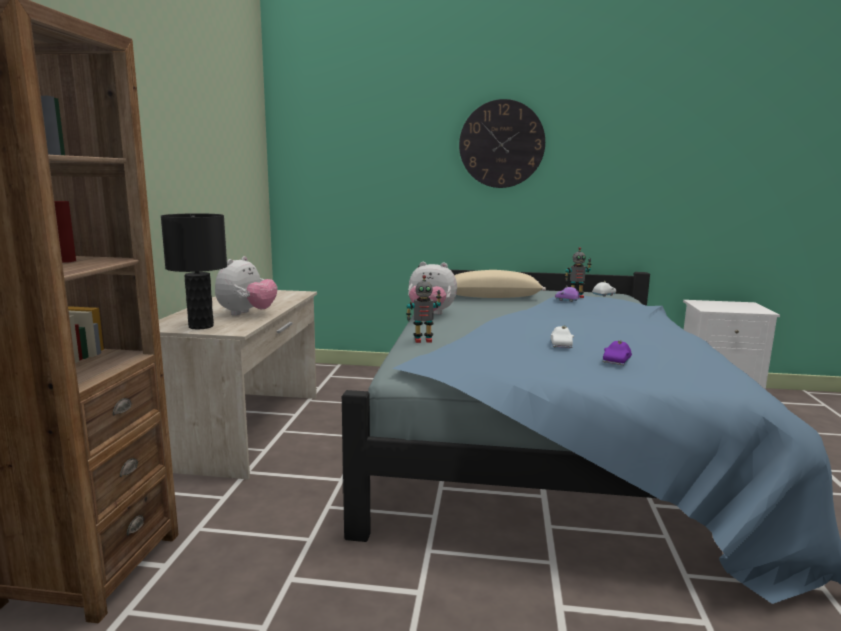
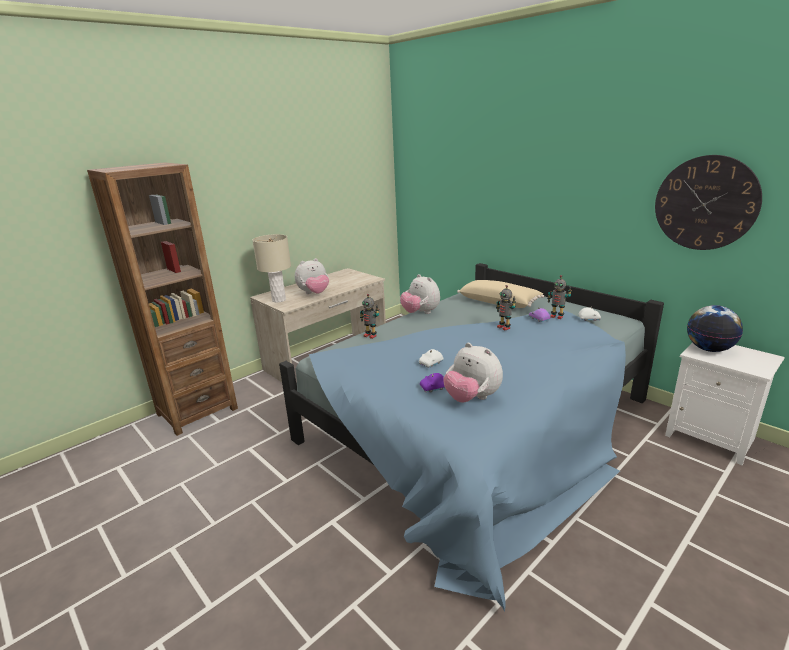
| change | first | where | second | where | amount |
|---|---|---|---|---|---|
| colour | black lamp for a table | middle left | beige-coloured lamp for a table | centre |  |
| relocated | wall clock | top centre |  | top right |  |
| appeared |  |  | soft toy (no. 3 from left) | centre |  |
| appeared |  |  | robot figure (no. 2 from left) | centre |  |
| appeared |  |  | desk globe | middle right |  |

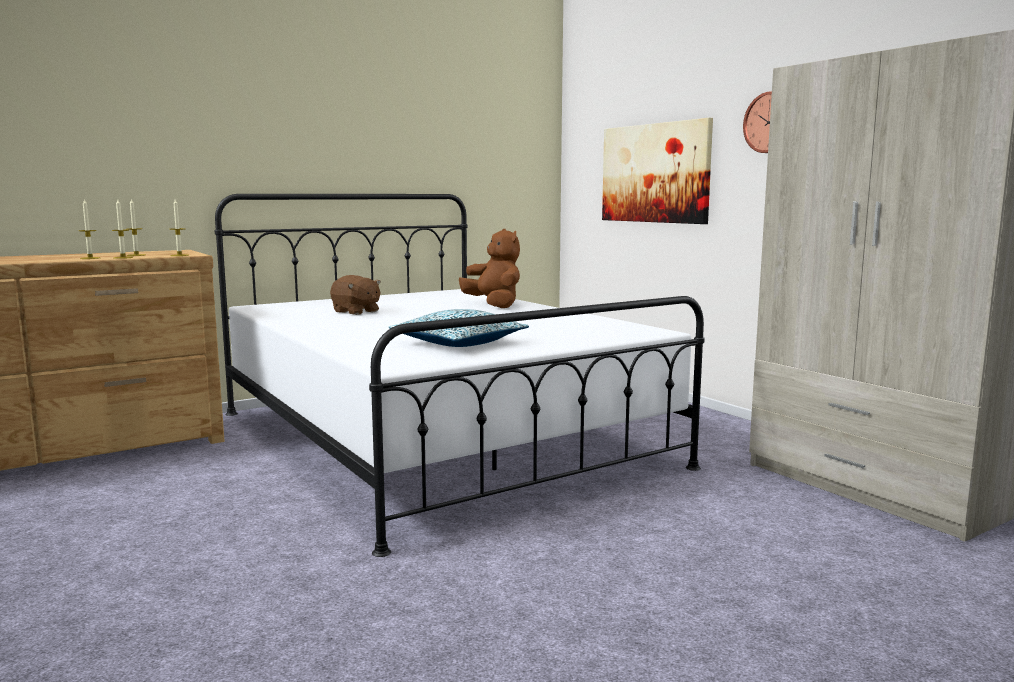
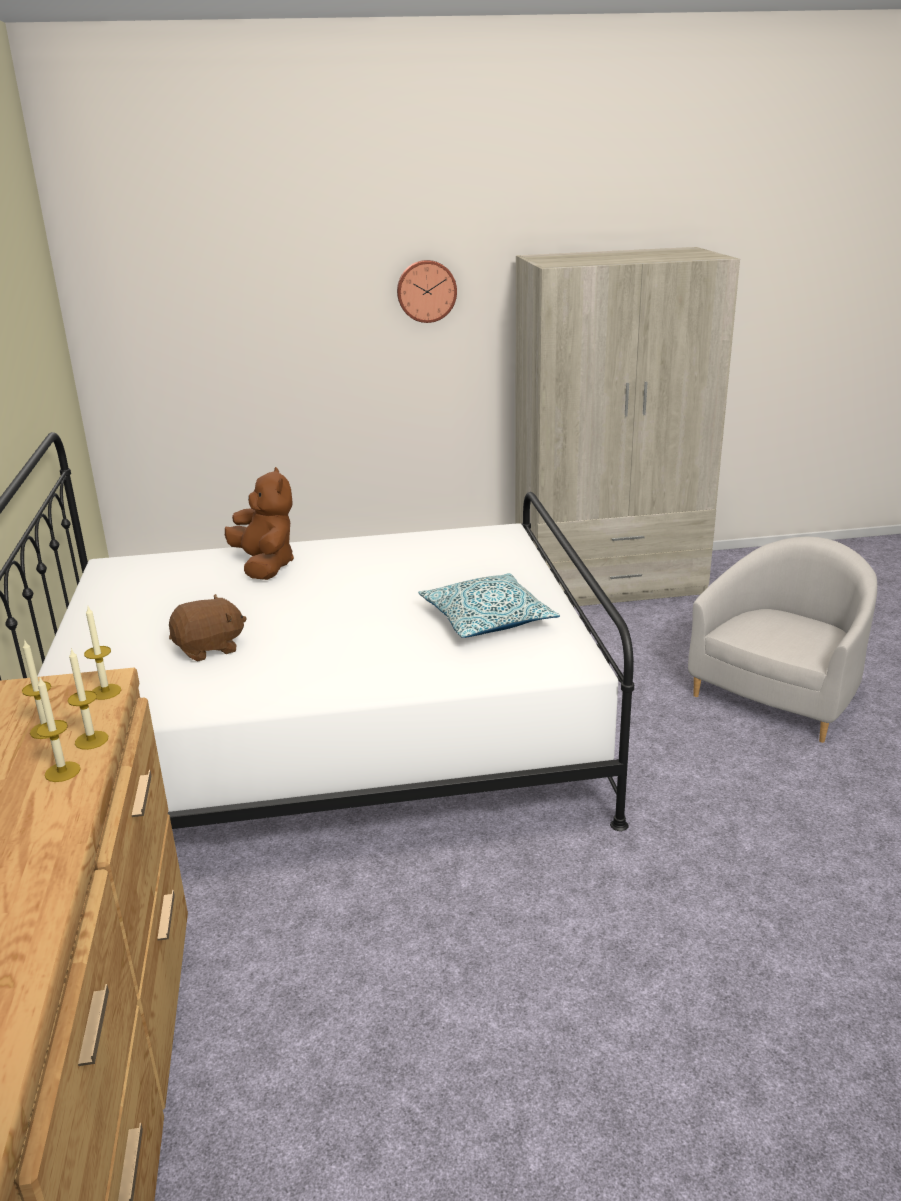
| change | first | where | second | where | amount |
|---|---|---|---|---|---|
| spun | brown-coloured soft toy (no. 2 from left) | centre |  | middle left | 75 degrees clockwise |
| missing | picture | top centre |  |  |  |
| appeared |  |  | white-coloured easy chair | middle right |  |

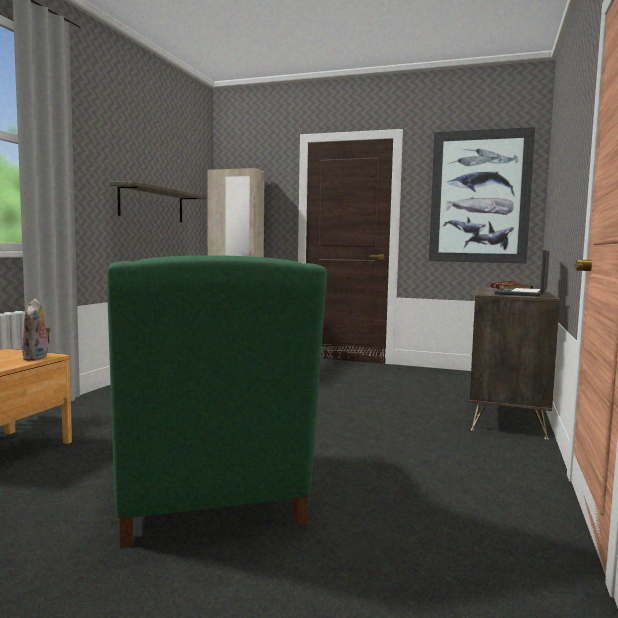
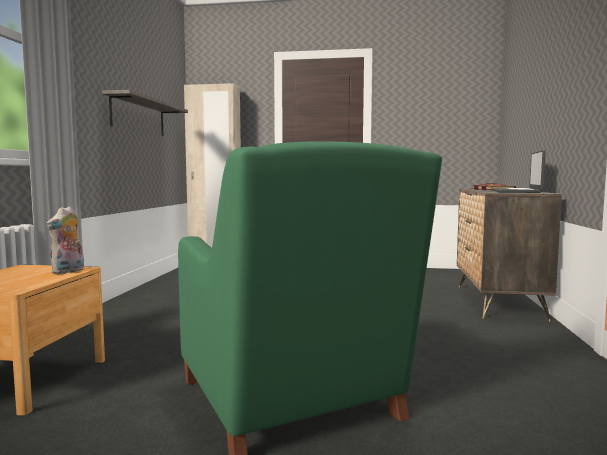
| change | first | where | second | where | amount |
|---|---|---|---|---|---|
| spun | soft toy | middle left |  | middle left | 45 degrees clockwise |
| missing | picture | top right |  |  |  |

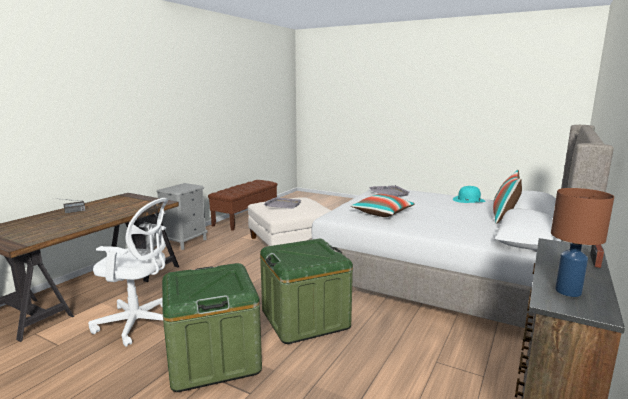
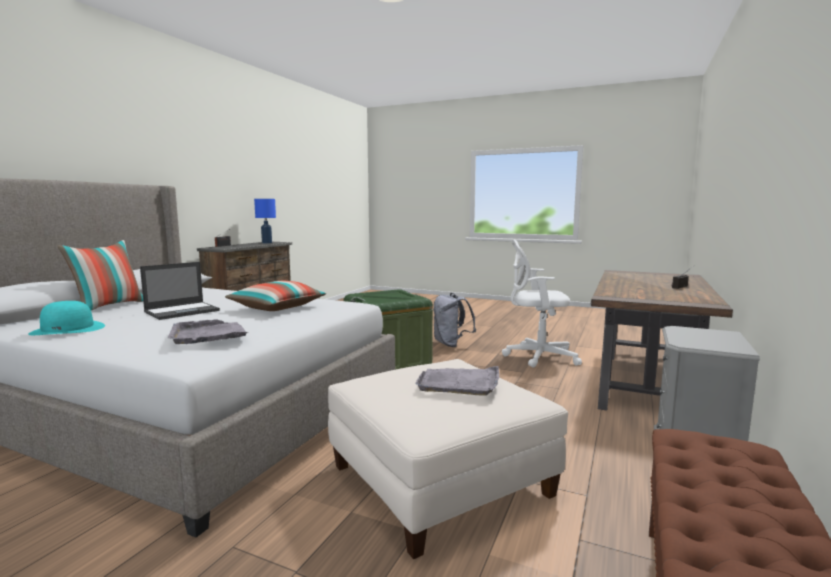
| change | first | where | second | where | amount |
|---|---|---|---|---|---|
| exchanged | greenish storage box (no. 1 from left) | bottom centre | greyish knapsack | centre |  |
| colour | brown-coloured lamp for a table | middle right | blue-coloured lamp for a table | middle left |  |
| appeared |  |  | portable computer | middle left |  |

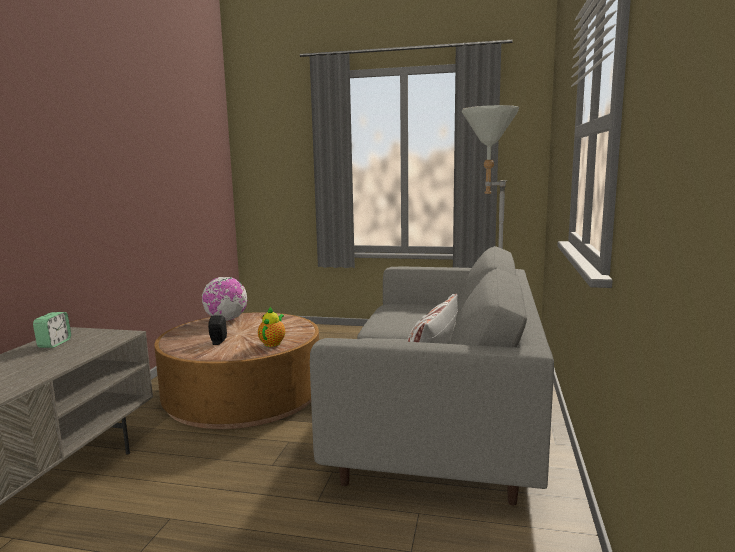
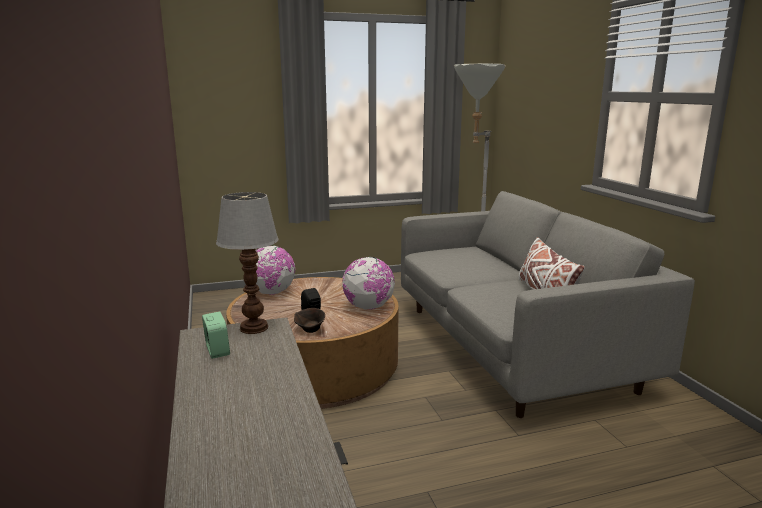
| change | first | where | second | where | amount |
|---|---|---|---|---|---|
| exchanged | teapot | centre | desk globe (no. 2 from left) | centre |  |
| appeared |  |  | lamp for a table | middle left |  |
| appeared |  |  | brown-coloured serving bowl | centre |  |

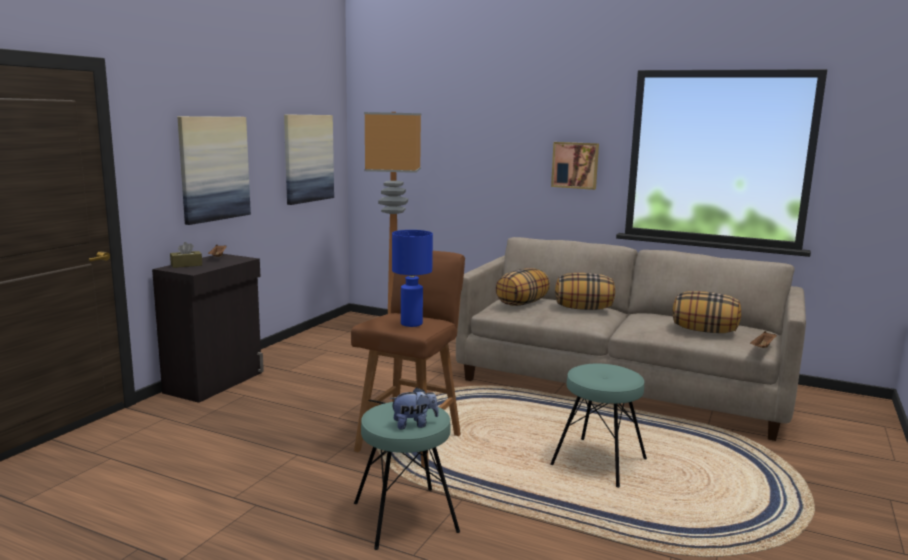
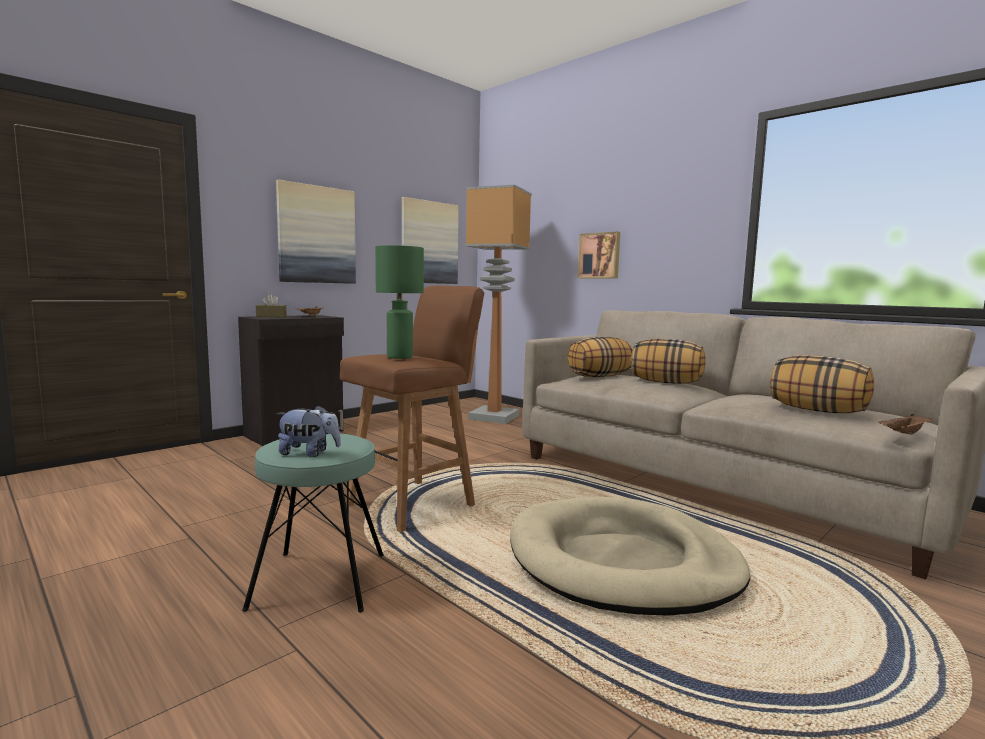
| change | first | where | second | where | amount |
|---|---|---|---|---|---|
| colour | blue-coloured lamp for a table | centre | greenish lamp for a table | centre |  |
| exchanged | blue-green stool seat (no. 2 from left) | bottom centre | beige-coloured dog bed | bottom centre |  |
| relocated | picture (no. 3 from left) | top centre |  | centre |  |

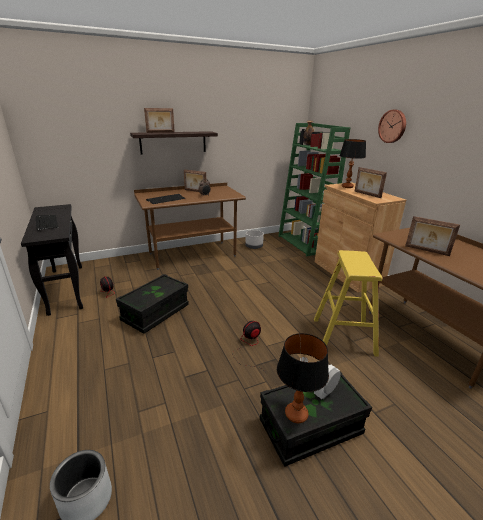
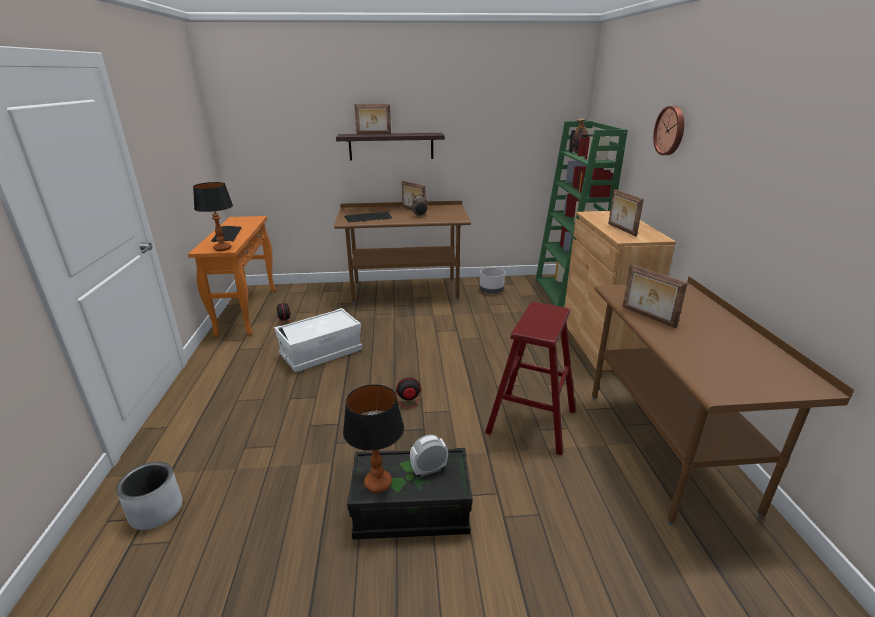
| change | first | where | second | where | amount |
|---|---|---|---|---|---|
| colour | black narrow table | middle left | orange-coloured narrow table | middle left |  |
| colour | black storage box (no. 1 from left) | middle left | white-coloured storage box | centre |  |
| colour | yellow-coloured stool seat | middle right | red stool seat | centre |  |
| relocated | lamp for a table (no. 2 from left in the first image) | top right | lamp for a table (no. 1 from left) | middle left |  |

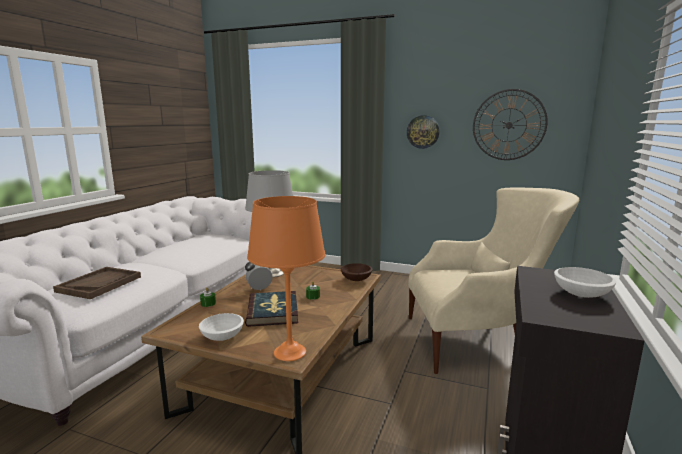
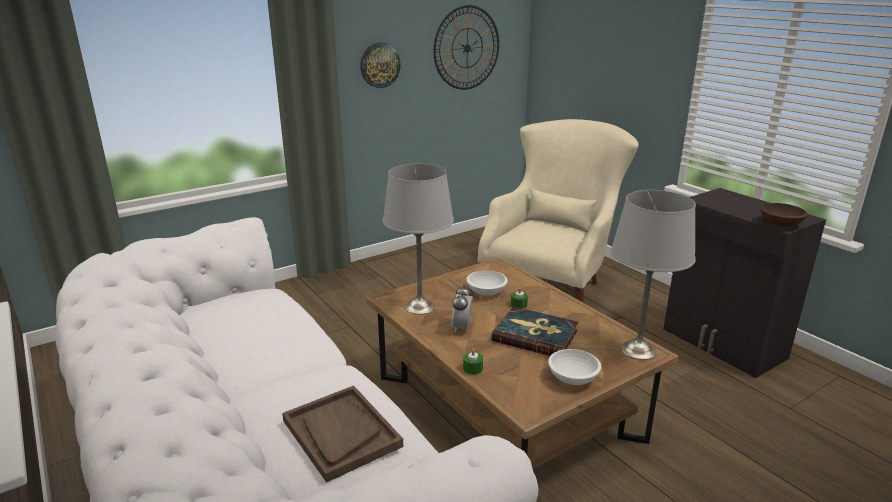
| change | first | where | second | where | amount |
|---|---|---|---|---|---|
| colour | orange-coloured lamp for a table | centre | greyish lamp for a table (no. 2 from left) | middle right |  |
| relocated | brown-coloured serving bowl | centre |  | middle right |  |
| relocated | white-coloured serving bowl (no. 2 from left in the first image) | middle right | white-coloured serving bowl (no. 1 from left) | centre |  |

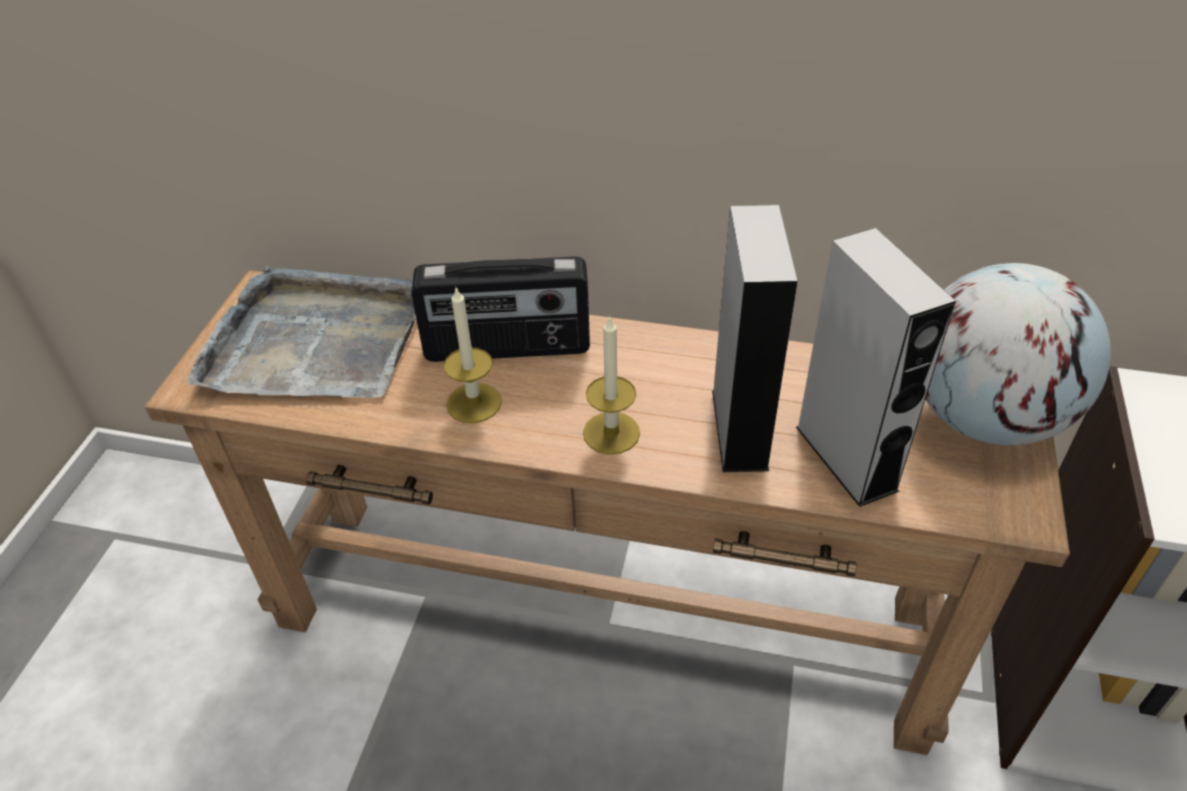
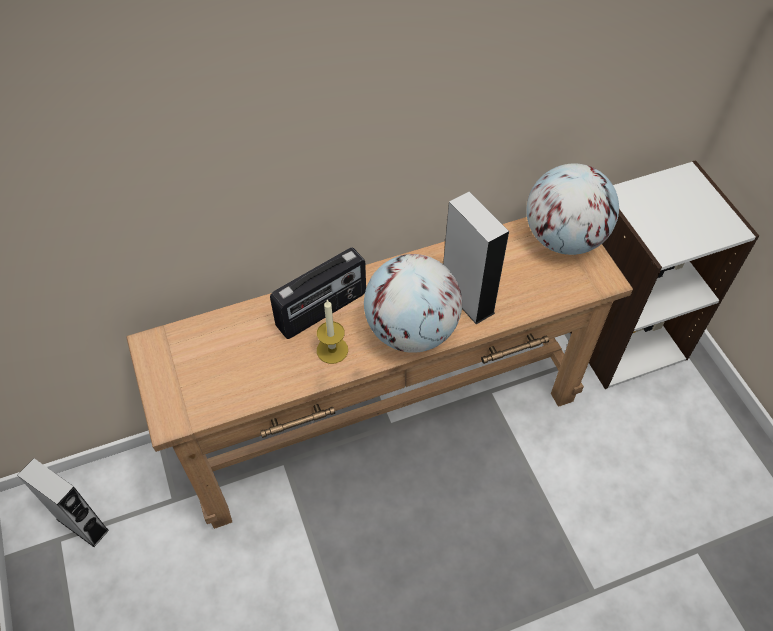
| change | first | where | second | where | amount |
|---|---|---|---|---|---|
| missing | greyish tray | middle left |  |  |  |
| exchanged | wax candle (no. 2 from left) | centre | desk globe (no. 1 from left) | centre |  |
| relocated | greyish audio speaker (no. 2 from left in the first image) | middle right | greyish audio speaker (no. 1 from left) | bottom left |  |

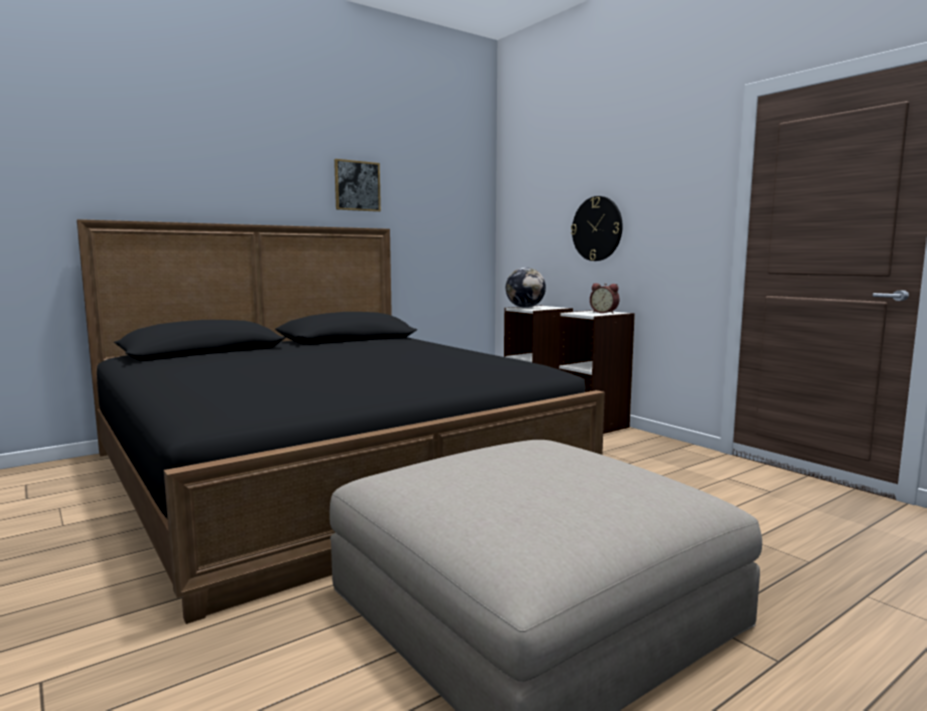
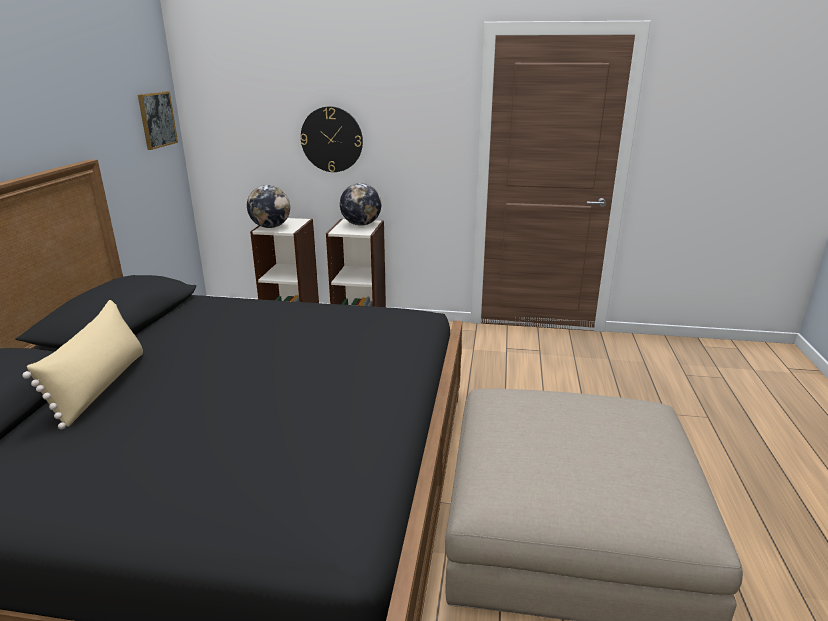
| change | first | where | second | where | amount |
|---|---|---|---|---|---|
| relocated | picture | top centre |  | top left |  |
| exchanged | table clock | centre | desk globe (no. 2 from left) | top centre |  |
| appeared |  |  | beige-coloured cushion | middle left |  |

